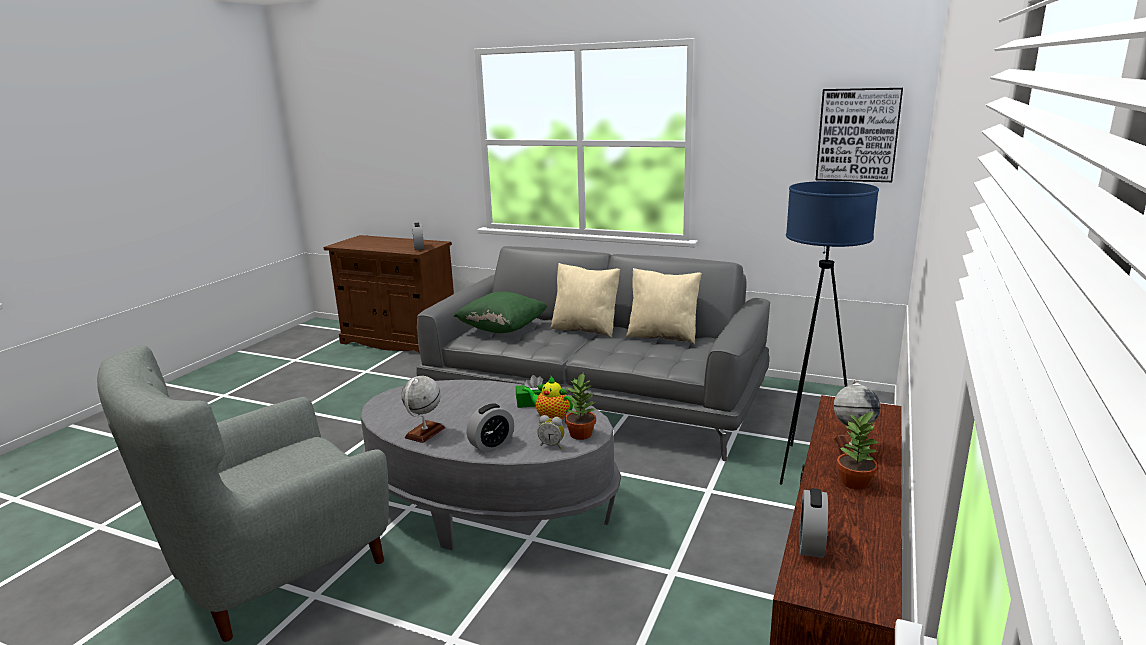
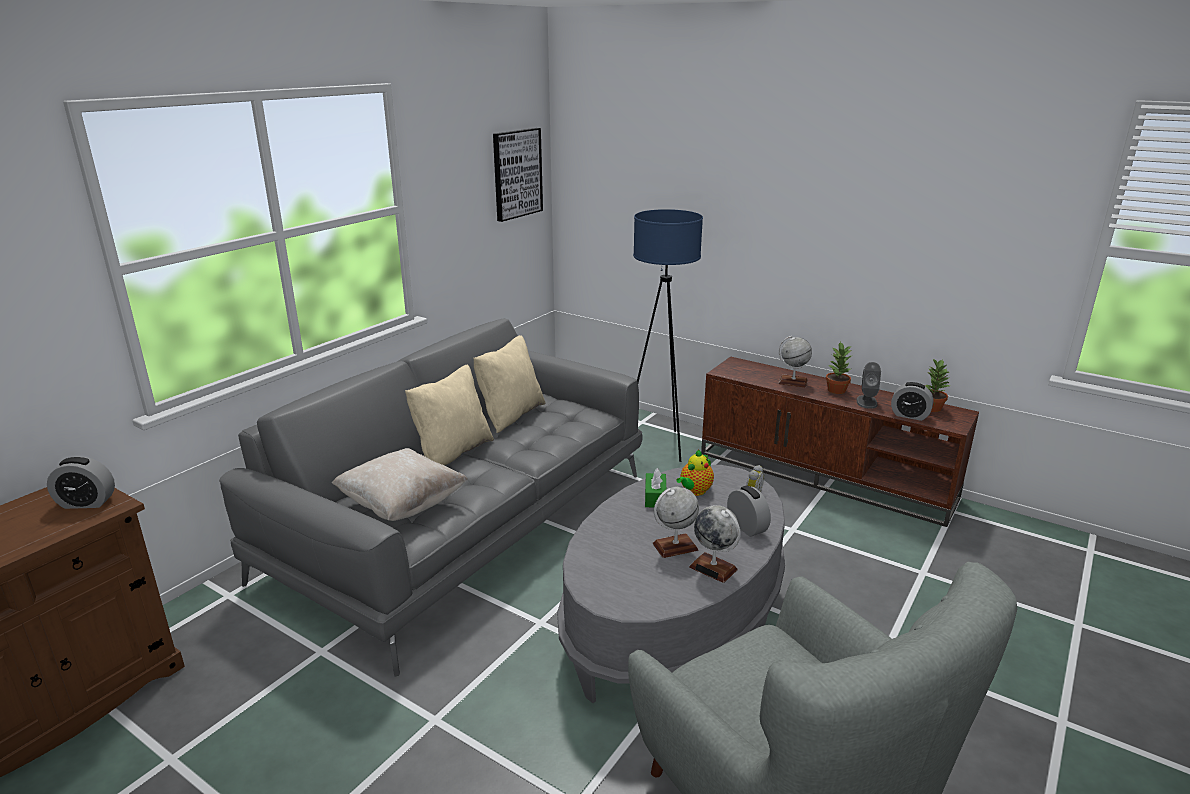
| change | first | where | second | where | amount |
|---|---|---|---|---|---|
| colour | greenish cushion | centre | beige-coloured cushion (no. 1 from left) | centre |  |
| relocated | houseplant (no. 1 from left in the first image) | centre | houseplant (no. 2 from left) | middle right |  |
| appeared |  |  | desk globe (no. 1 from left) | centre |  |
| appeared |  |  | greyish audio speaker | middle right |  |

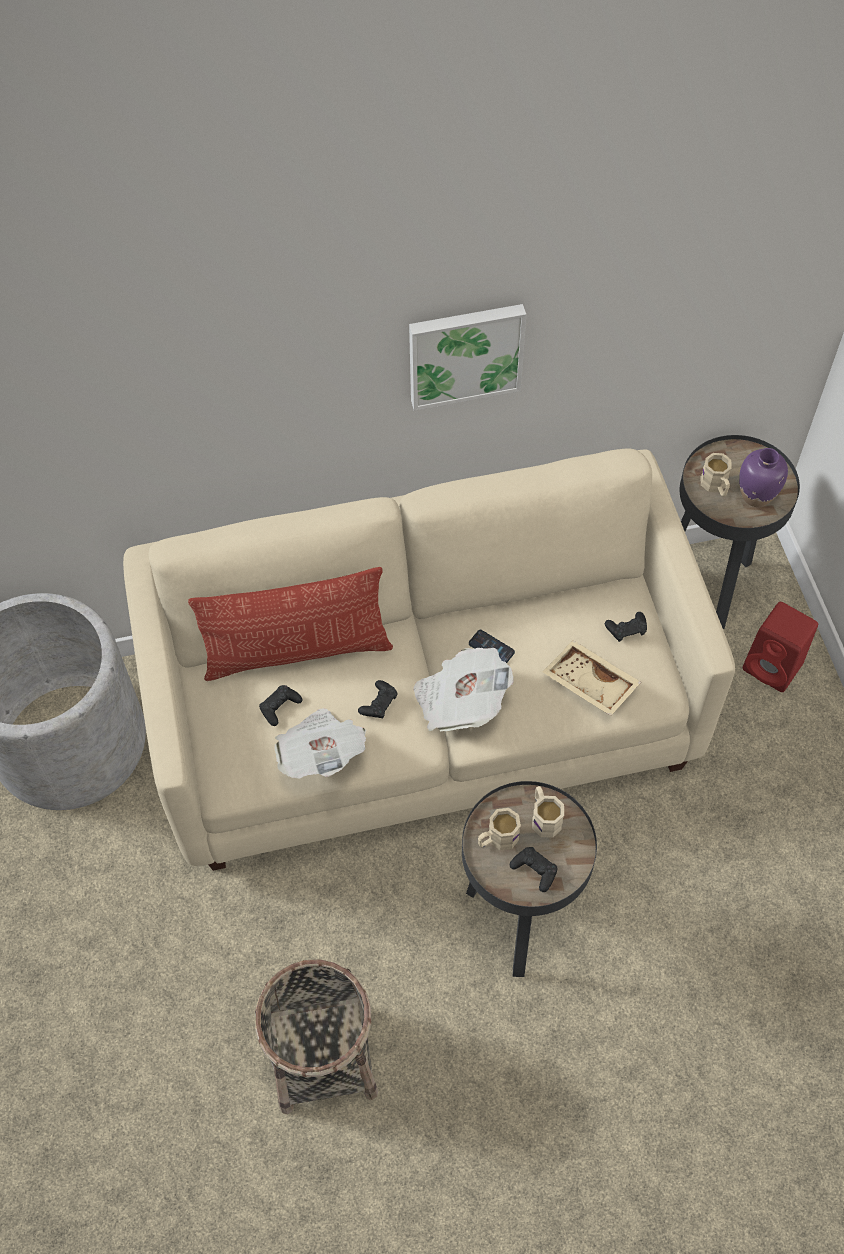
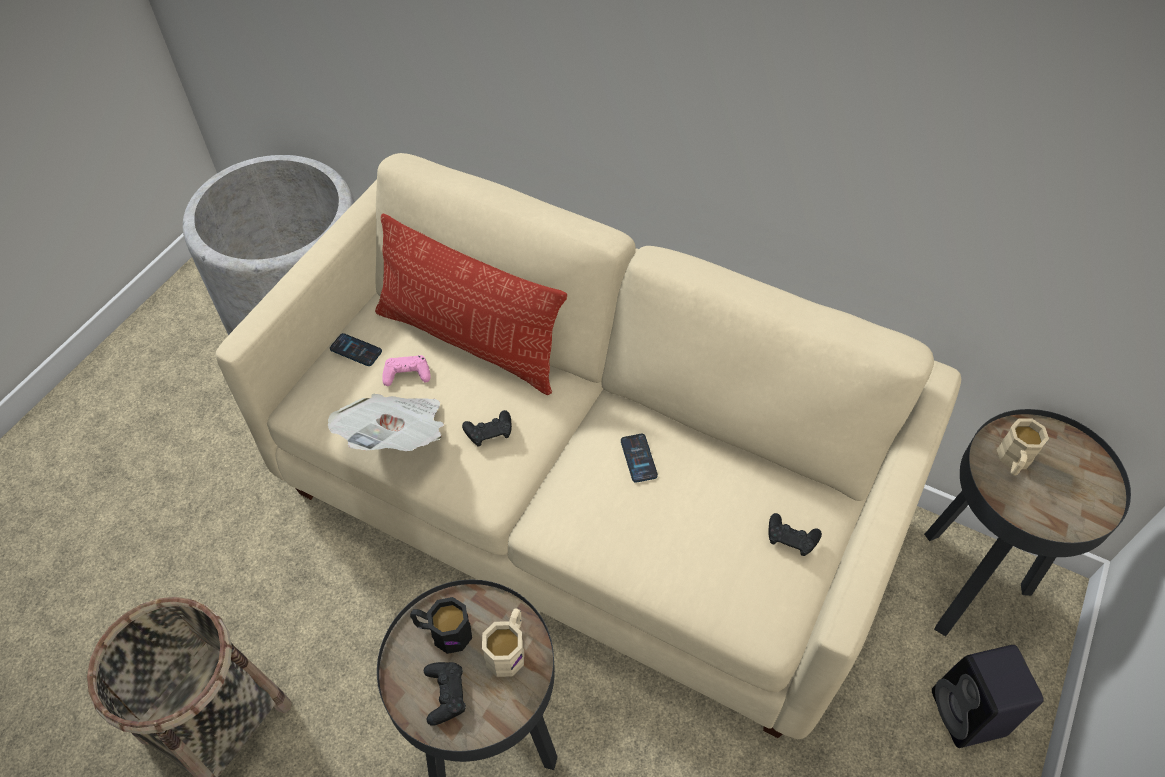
| change | first | where | second | where | amount |
|---|---|---|---|---|---|
| colour | black joypad (no. 1 from left) | middle left | pink-coloured joypad | centre |  |
| missing | picture | top centre |  |  |  |
| missing | daily paper (no. 2 from left) | centre |  |  |  |
| colour | beige-coloured tea mug (no. 1 from left) | centre | black tea mug | bottom centre |  |
| missing | beige-coloured tray | middle right |  |  |  |
| missing | purple decorative vase | middle right |  |  |  |
| colour | red audio speaker | middle right | black audio speaker | bottom right |  |
| appeared |  |  | telephone (no. 1 from left) | middle left |  |

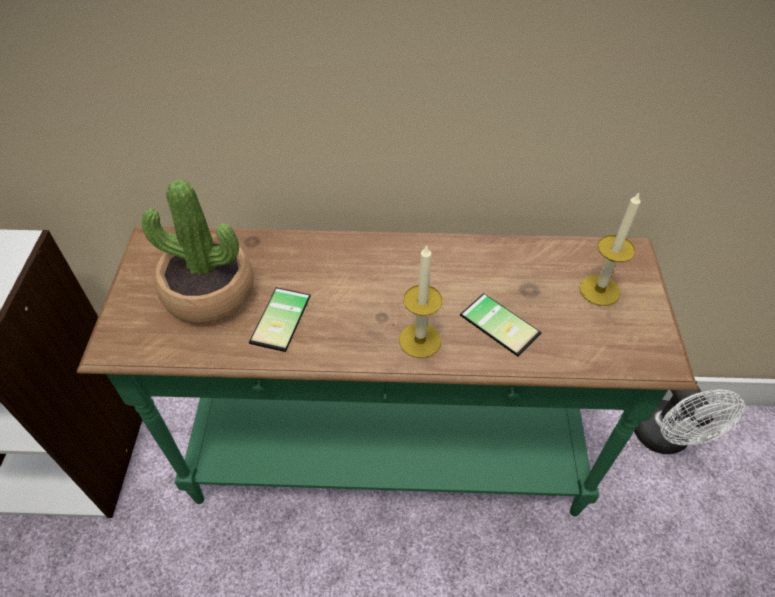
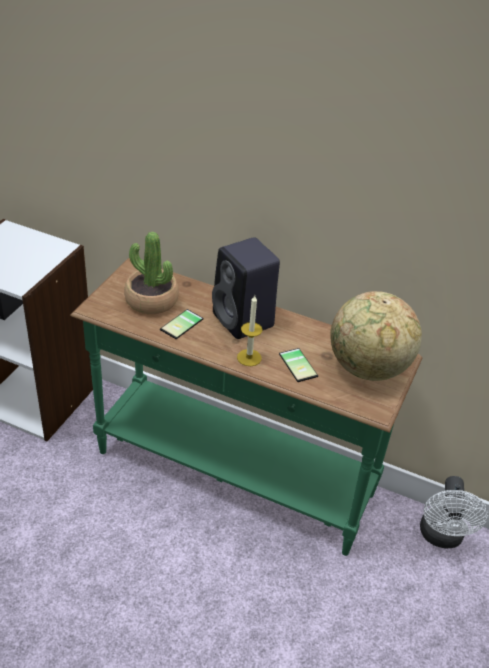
| change | first | where | second | where | amount |
|---|---|---|---|---|---|
| exchanged | wax candle (no. 2 from left) | middle right | desk globe | middle right |  |
| appeared |  |  | black audio speaker | centre |  |

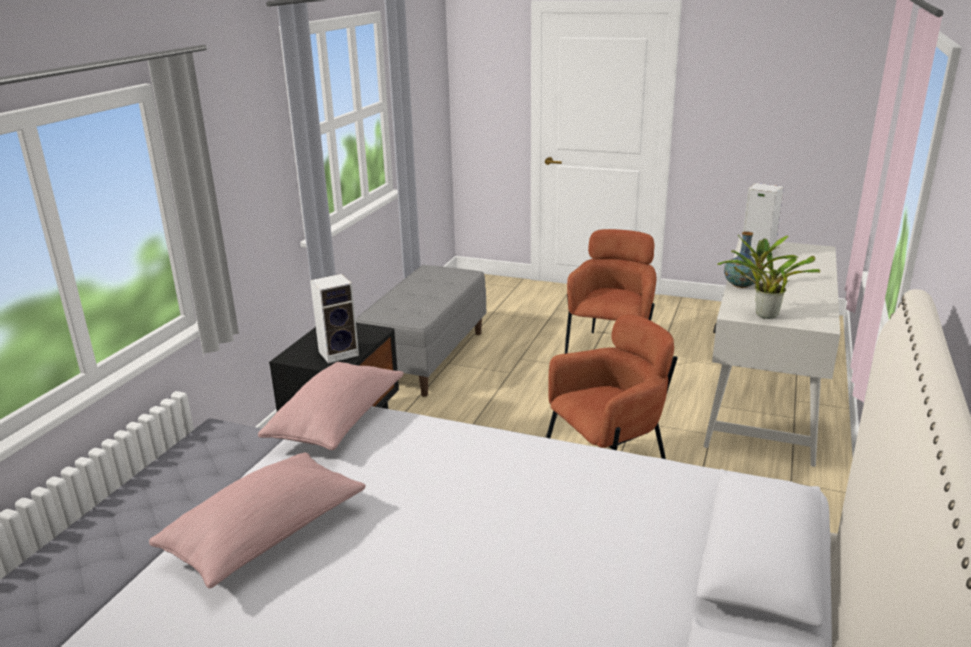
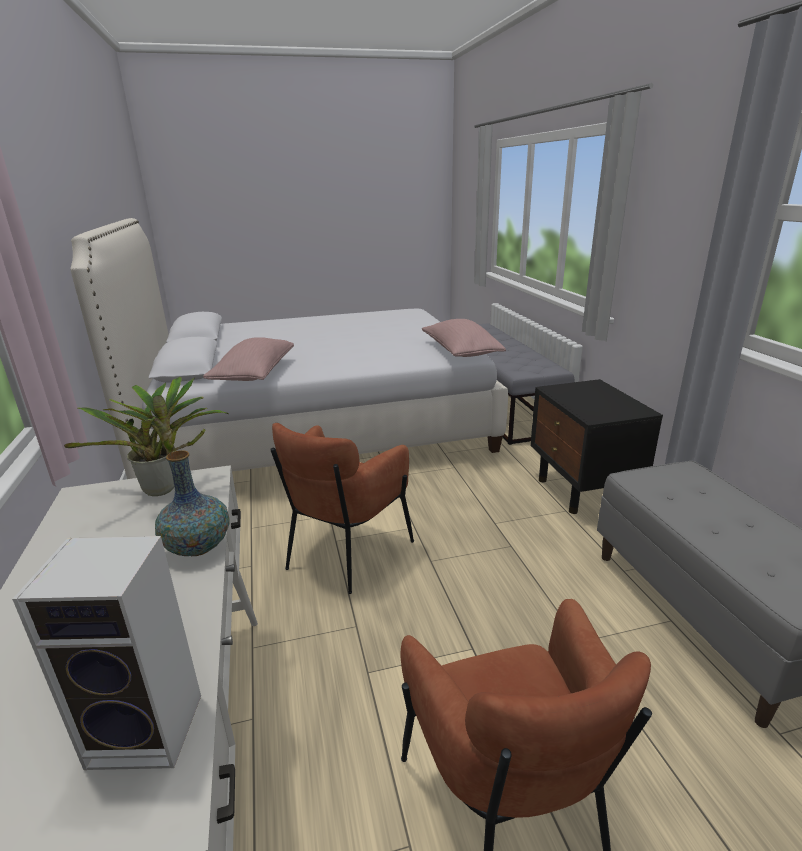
| change | first | where | second | where | amount |
|---|---|---|---|---|---|
| relocated | pink-coloured cushion (no. 1 from left) | bottom left |  | middle left |  |
| missing | audio speaker (no. 1 from left) | centre |  |  |  |

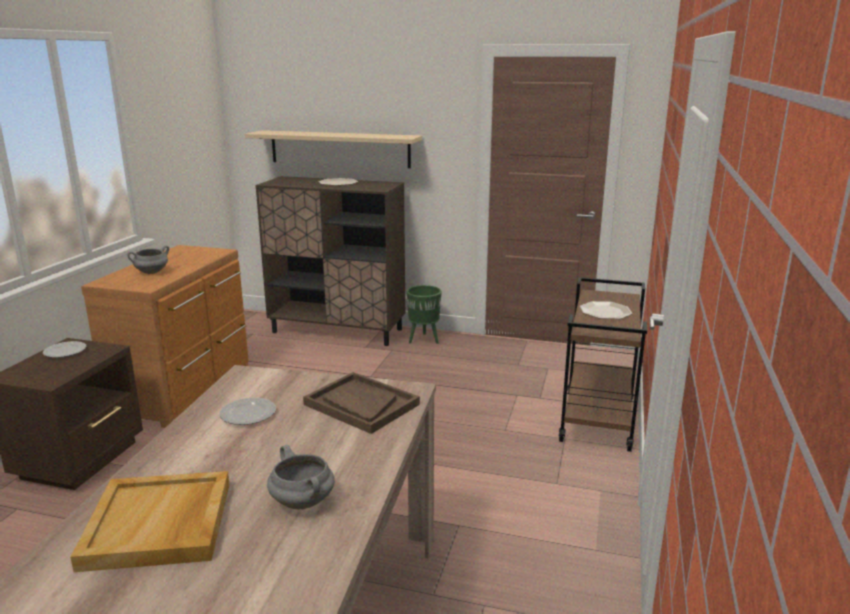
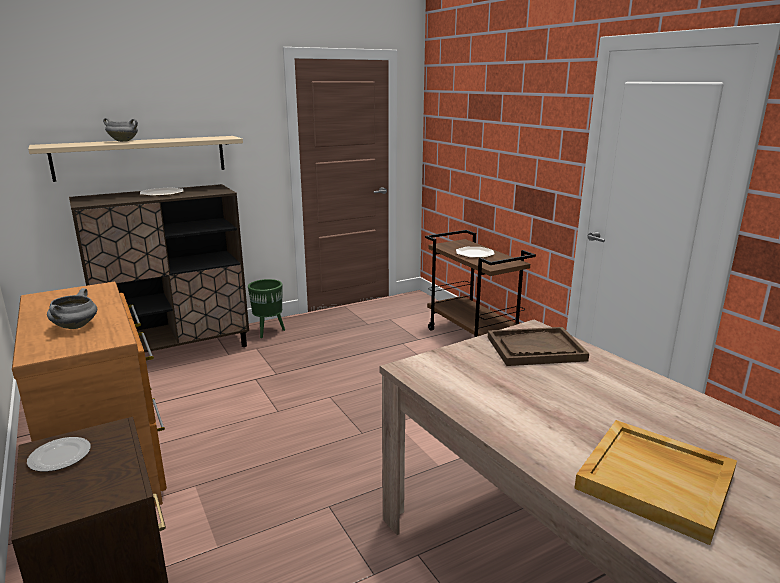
| change | first | where | second | where | amount |
|---|---|---|---|---|---|
| missing | flat dish (no. 2 from left) | bottom left |  |  |  |
| relocated | greyish saucepot (no. 2 from left) | bottom centre |  | top left |  |

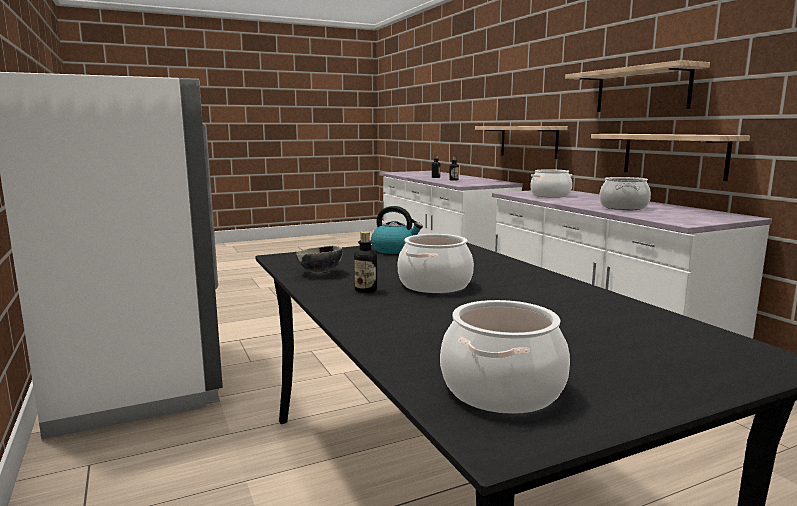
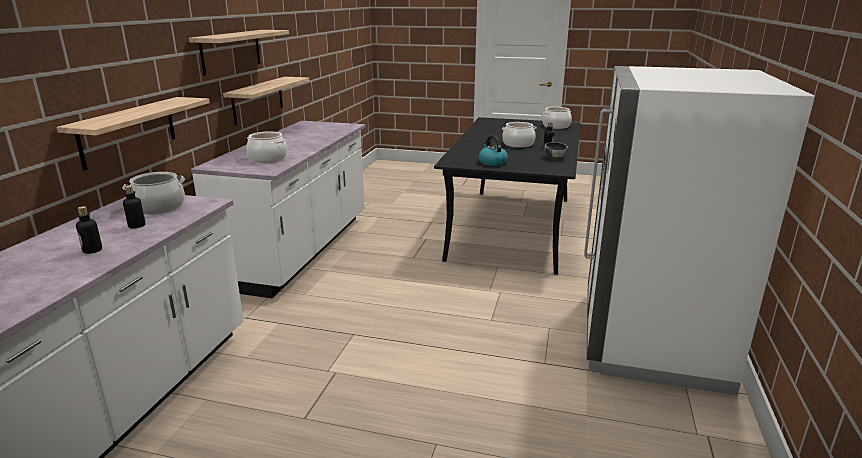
| change | first | where | second | where | amount |
|---|---|---|---|---|---|
| relocated | saucepot (no. 4 from left in the first image) | middle right | saucepot (no. 1 from left) | middle left |  |

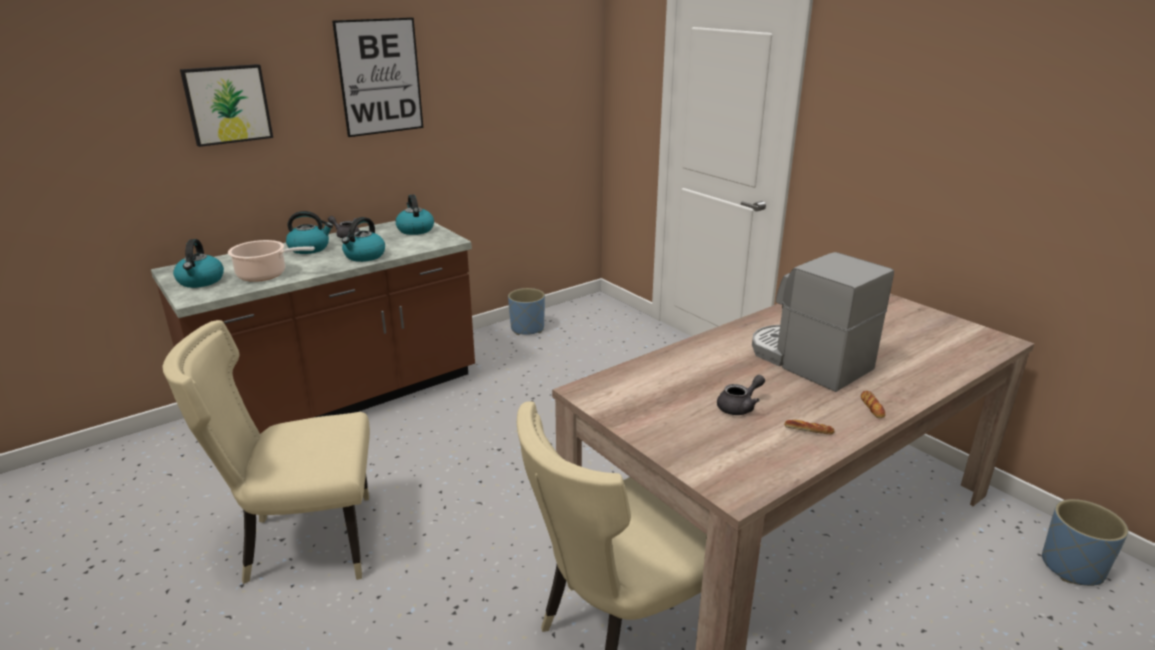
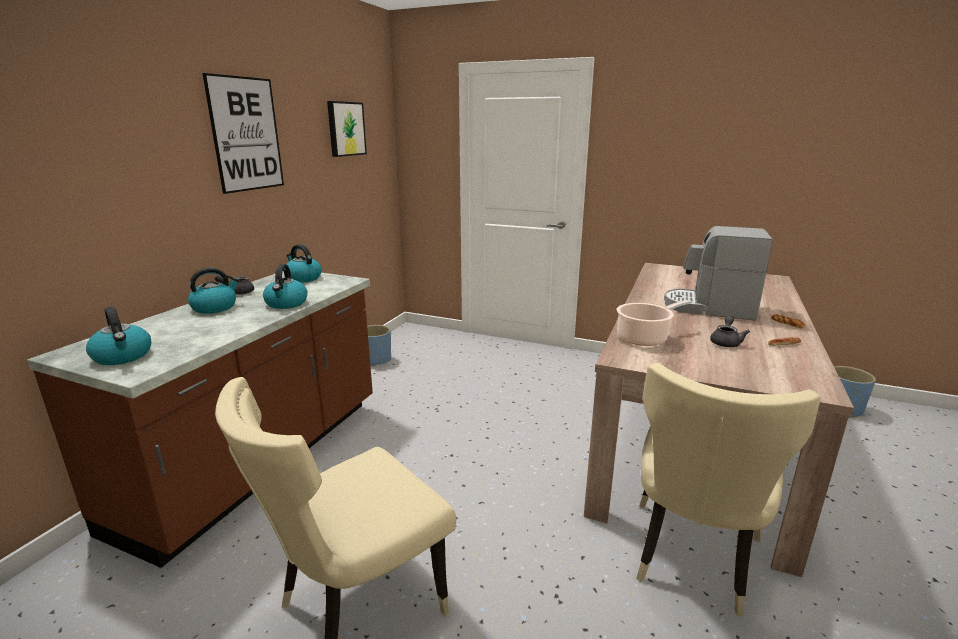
| change | first | where | second | where | amount |
|---|---|---|---|---|---|
| relocated | picture (no. 1 from left in the first image) | top left | picture (no. 2 from left) | top centre |  |
| relocated | saucepot | middle left |  | middle right |  |

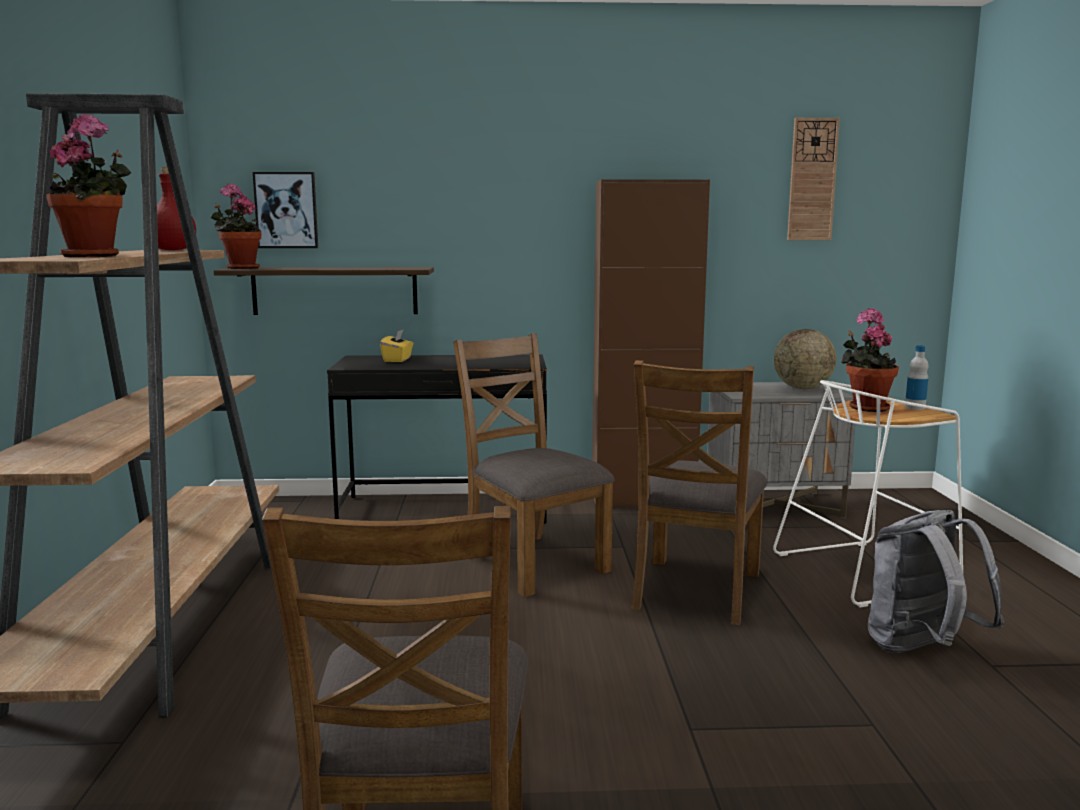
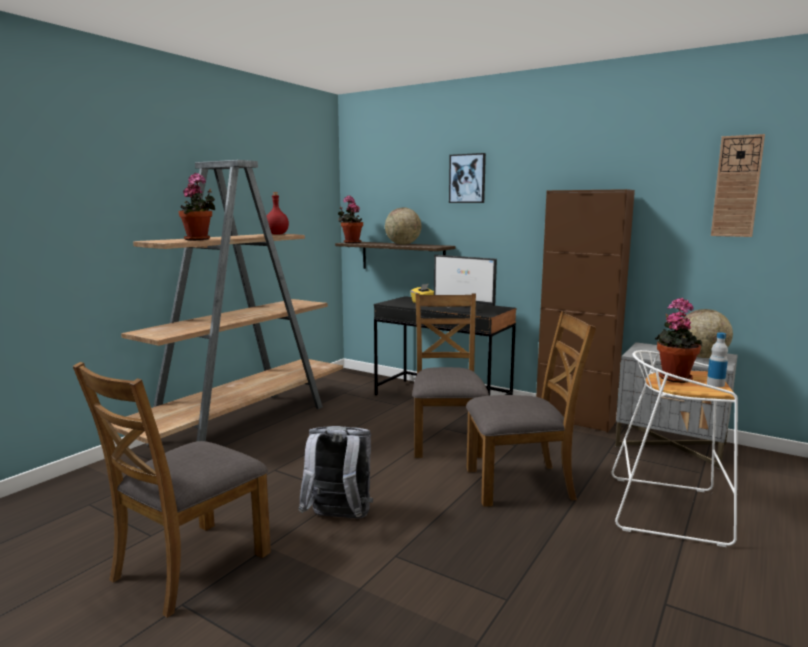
| change | first | where | second | where | amount |
|---|---|---|---|---|---|
| relocated | picture | top left |  | top centre |  |
| spun | brown-coloured upright chair (no. 3 from left) | centre |  | centre | 150 degrees counterclockwise |
| relocated | greyish knapsack | bottom right |  | bottom centre |  |
| appeared |  |  | desk globe (no. 1 from left) | centre |  |
| appeared |  |  | monitor | centre |  |

